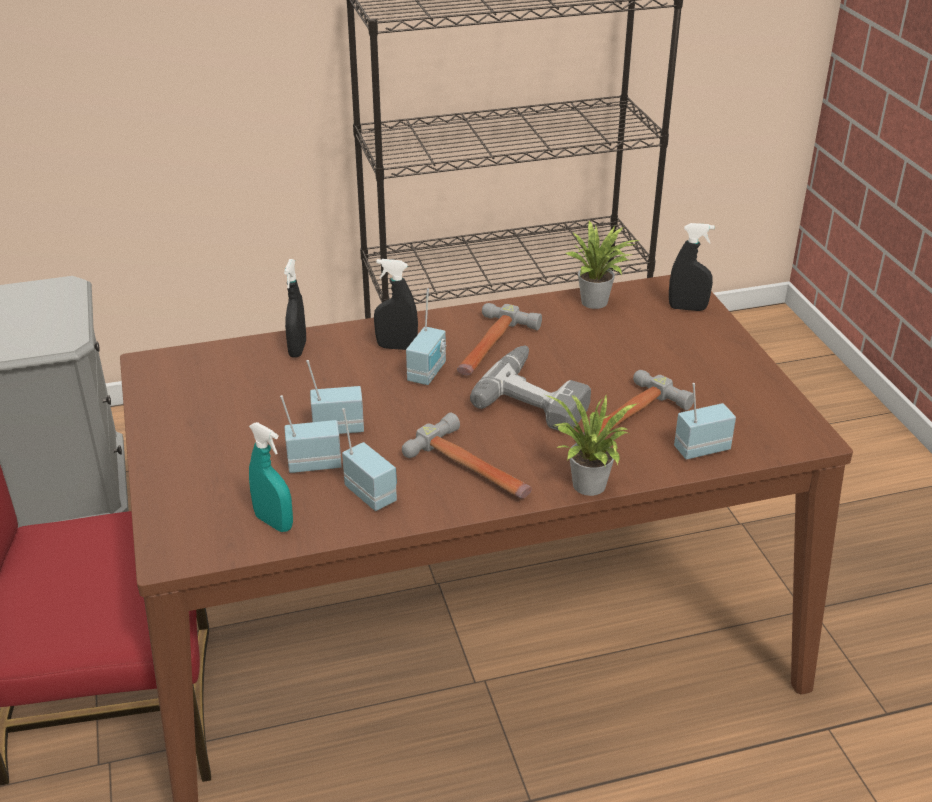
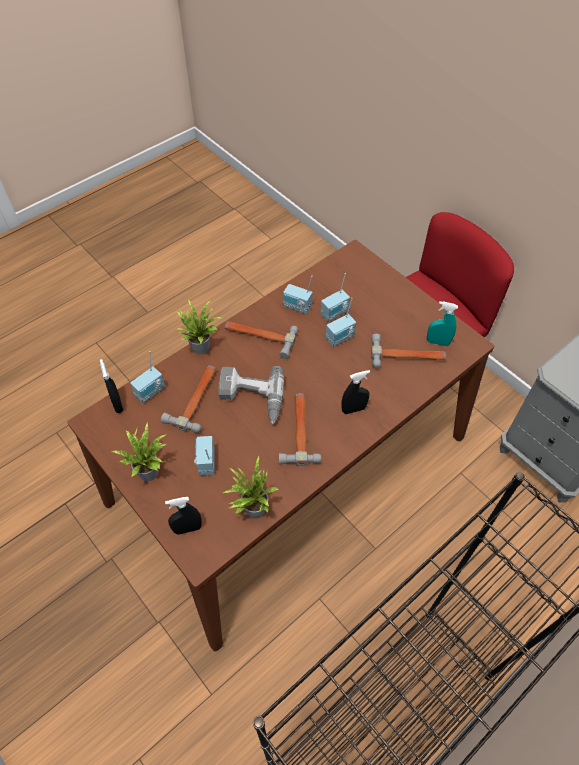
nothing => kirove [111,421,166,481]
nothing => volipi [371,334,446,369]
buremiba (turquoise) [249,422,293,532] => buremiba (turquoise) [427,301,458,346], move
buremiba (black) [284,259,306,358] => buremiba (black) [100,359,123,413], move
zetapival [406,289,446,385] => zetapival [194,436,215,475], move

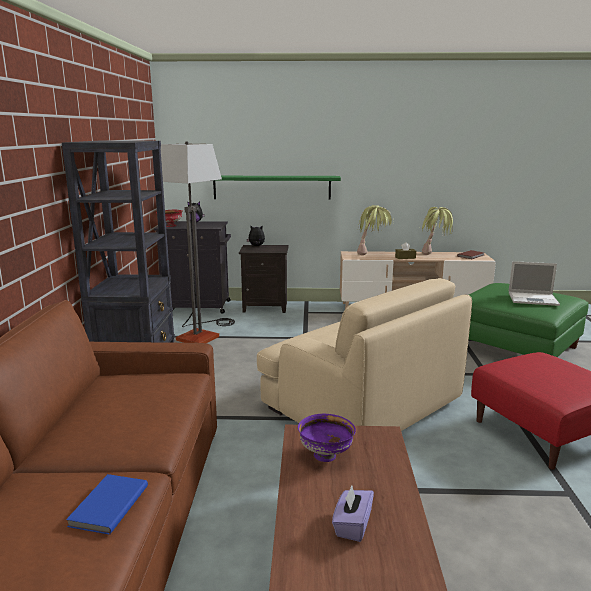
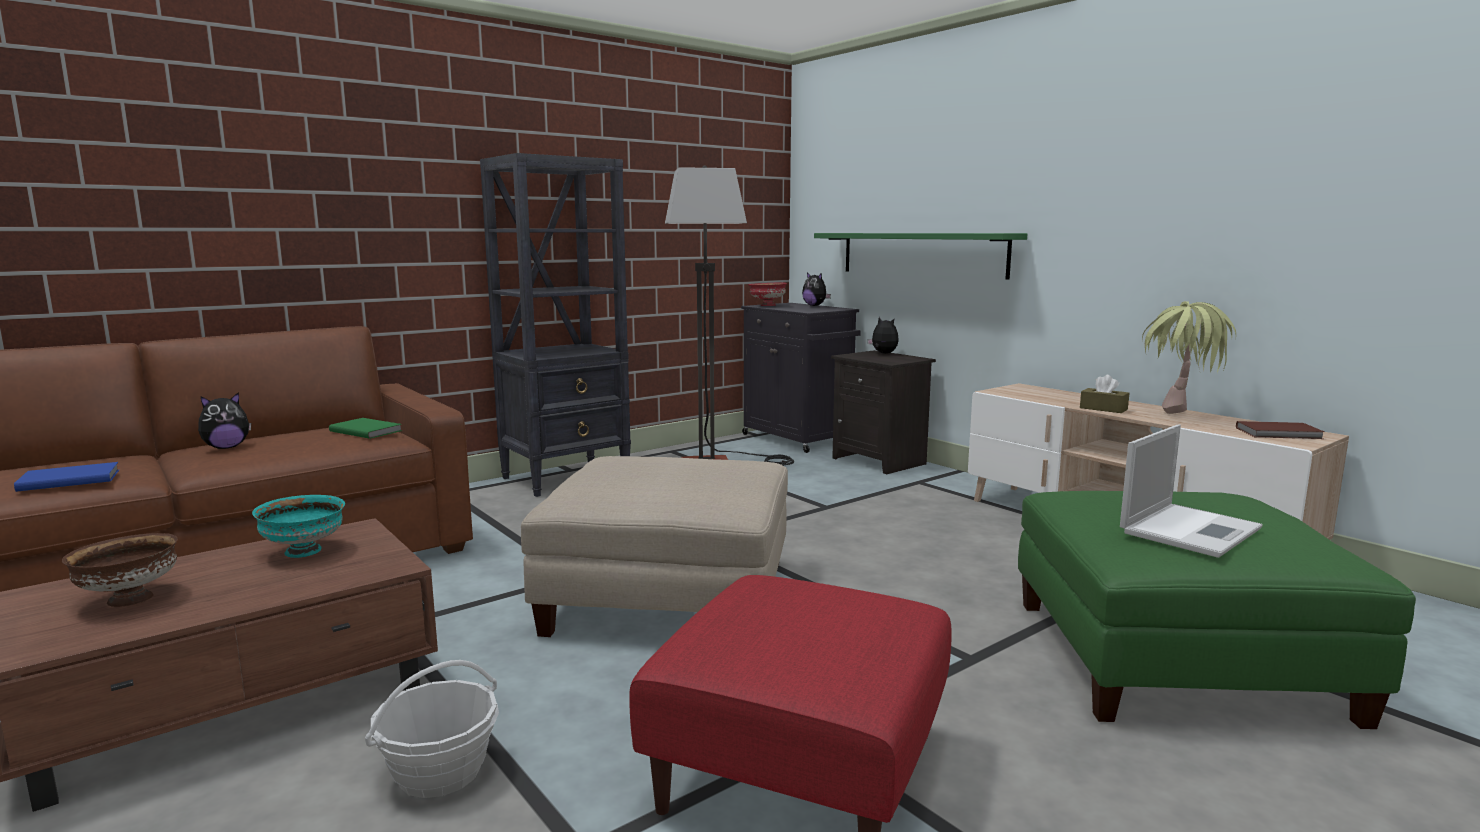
kirove [357,205,394,255] => nothing
nothing => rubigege [198,392,251,449]
nothing => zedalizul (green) [329,418,402,439]
nothing => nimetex [365,660,499,798]
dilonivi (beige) [257,278,472,431] => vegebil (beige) [521,456,788,637]
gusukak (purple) [332,486,374,542] => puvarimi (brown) [62,533,178,607]
puvarimi (purple) [298,414,356,462] => puvarimi (turquoise) [252,495,345,558]
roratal [509,261,560,306] => roratal [1120,425,1263,558], 105 degrees counterclockwise

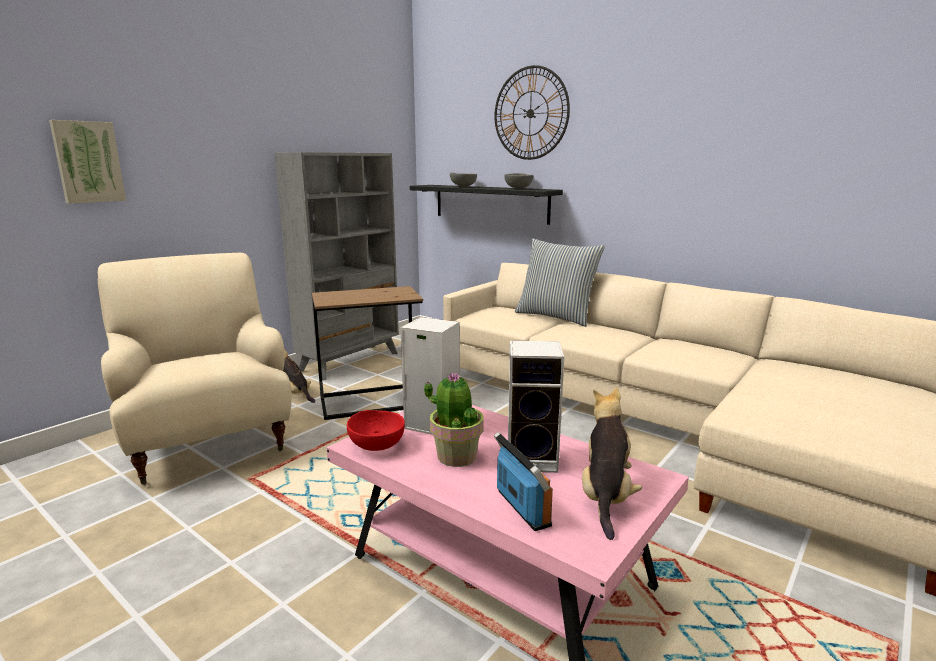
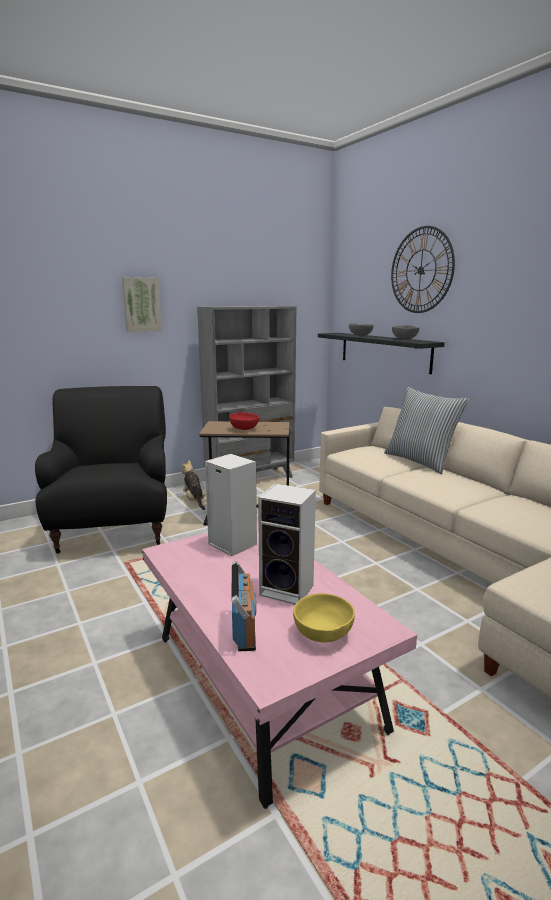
kirove [424,372,484,467] => nothing
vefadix [49,120,126,204] => vefadix [122,277,162,332], move
puvarimi (red) [347,410,405,451] => puvarimi (red) [229,412,259,430], move
rubigege [582,388,642,540] => puvarimi (yellow) [293,593,355,642]
dilonivi (beige) [98,253,292,485] => dilonivi (black) [35,386,167,553]

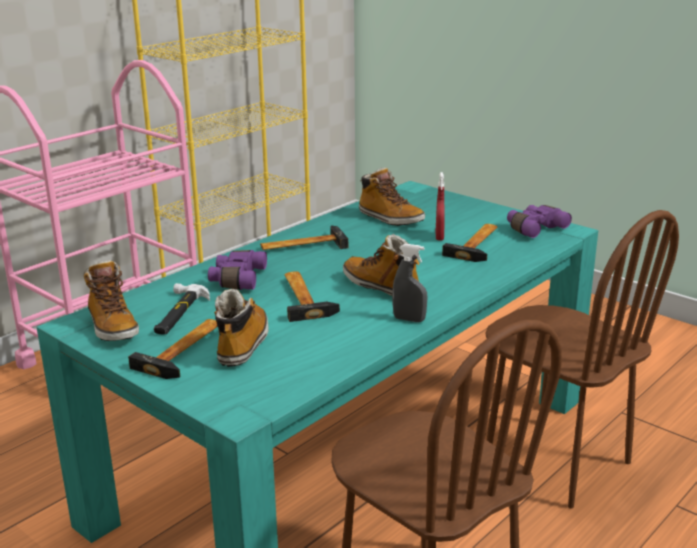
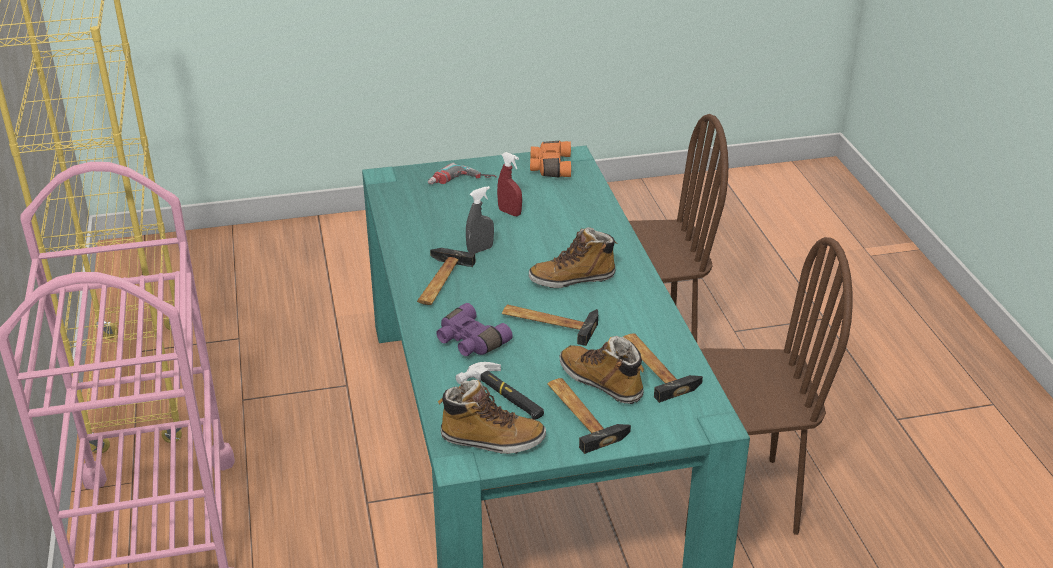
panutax [359,168,425,226] => nothing
nothing => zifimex [428,163,497,184]
buremiba (grey) [392,244,427,322] => buremiba (grey) [466,186,494,253], move
volipi [442,224,497,262] => volipi [624,333,703,403], move
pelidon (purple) [507,205,572,238] => pelidon (orange) [530,141,571,178]

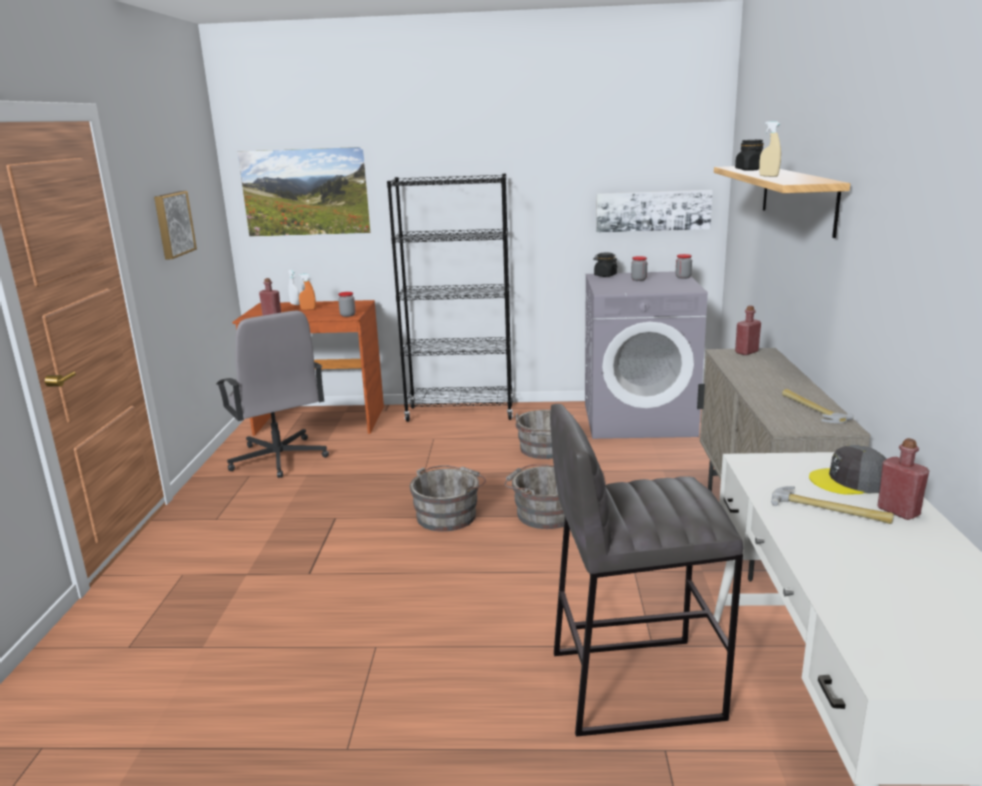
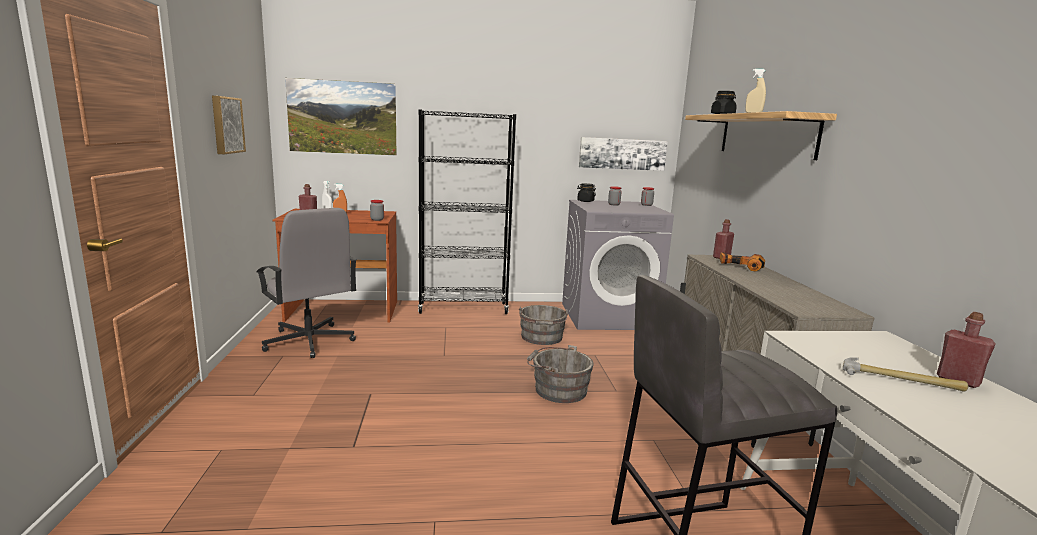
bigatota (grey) [410,465,486,532] => nothing
volipi [782,389,854,423] => nothing
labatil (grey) [809,445,887,495] => nothing
nothing => zifimex [720,252,765,272]

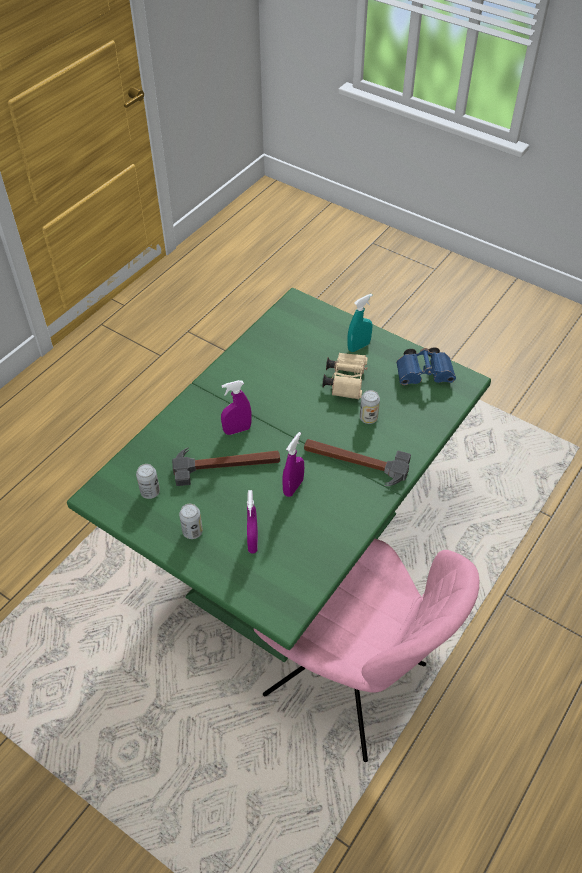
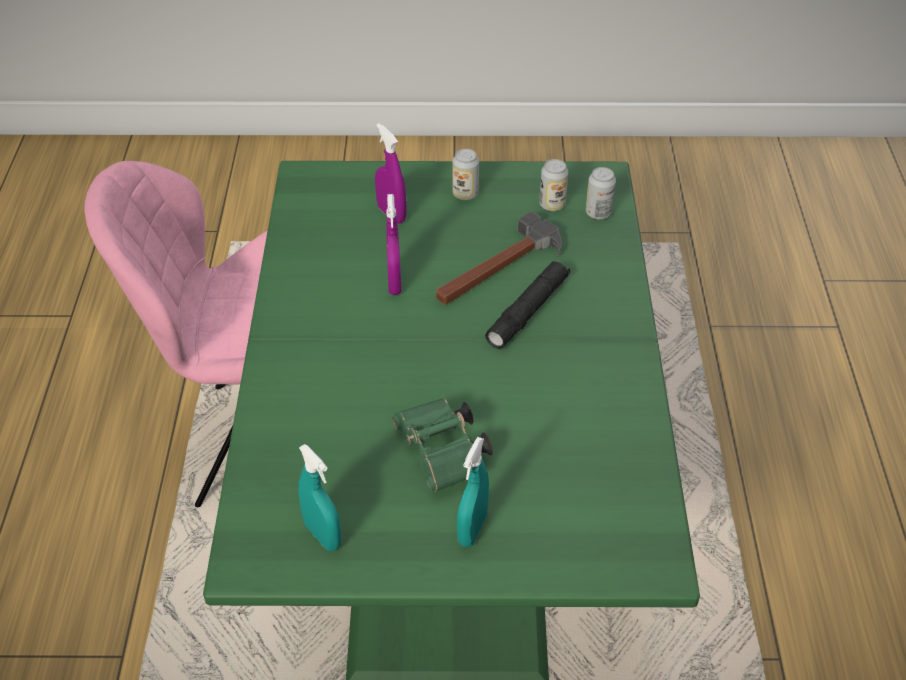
volipi [304,439,411,486] => nothing
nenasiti [360,390,380,424] => nenasiti [586,167,616,219], move
buremiba (purple) [221,380,252,435] => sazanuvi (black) [485,261,570,349]
pelidon (blue) [396,347,456,385] => buremiba (turquoise) [299,444,342,551]
pelidon (beige) [322,353,368,400] => pelidon (green) [392,398,493,492]

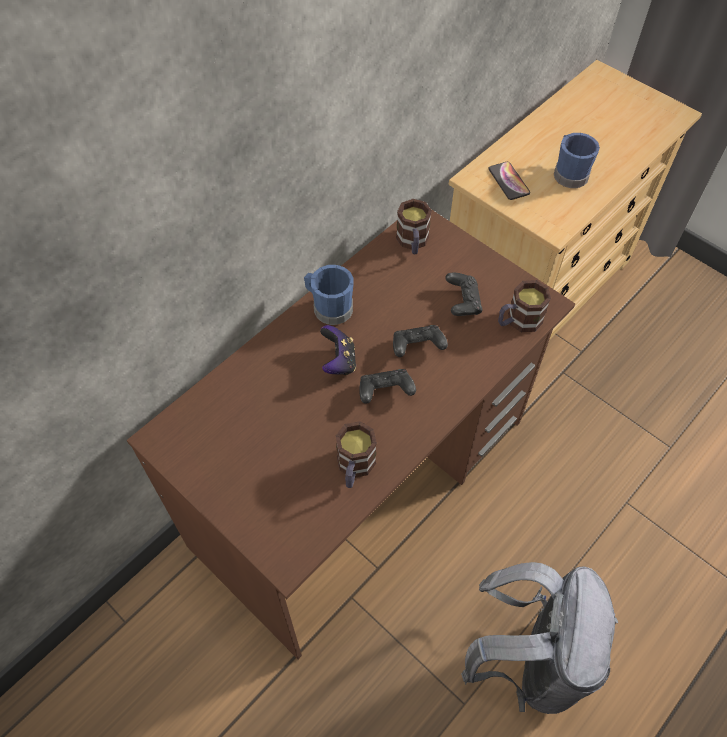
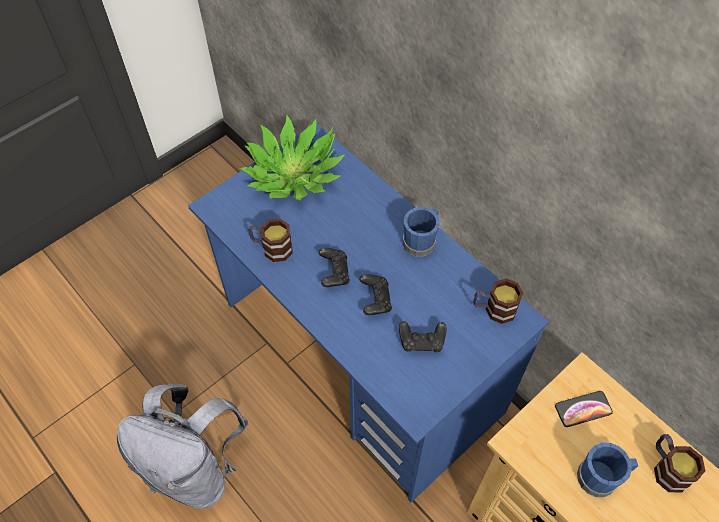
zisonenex [320,325,356,375] => nothing
nothing => kirove [239,114,344,200]
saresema [498,280,551,332] => saresema [654,434,706,493], move
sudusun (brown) [127,209,575,659] => sudusun (blue) [188,123,549,503]

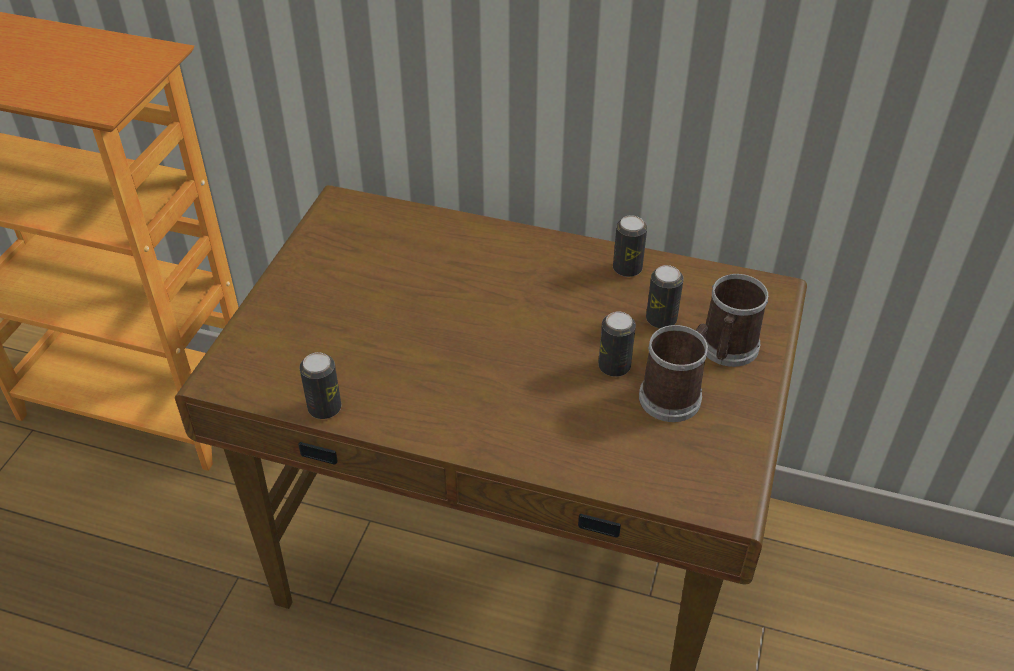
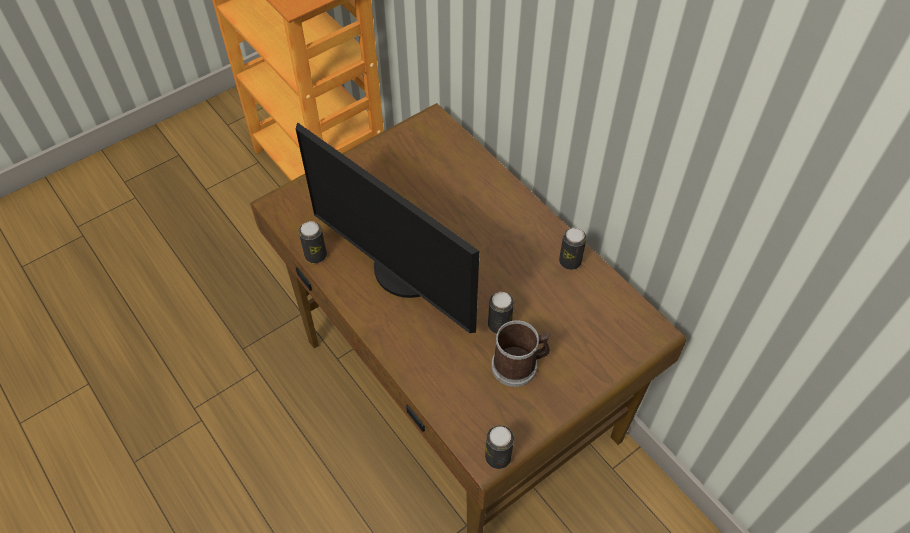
saresema [705,274,768,367] => nothing
nothing => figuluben [296,122,479,333]
nenasiti [646,265,684,328] => nenasiti [485,425,514,469], move

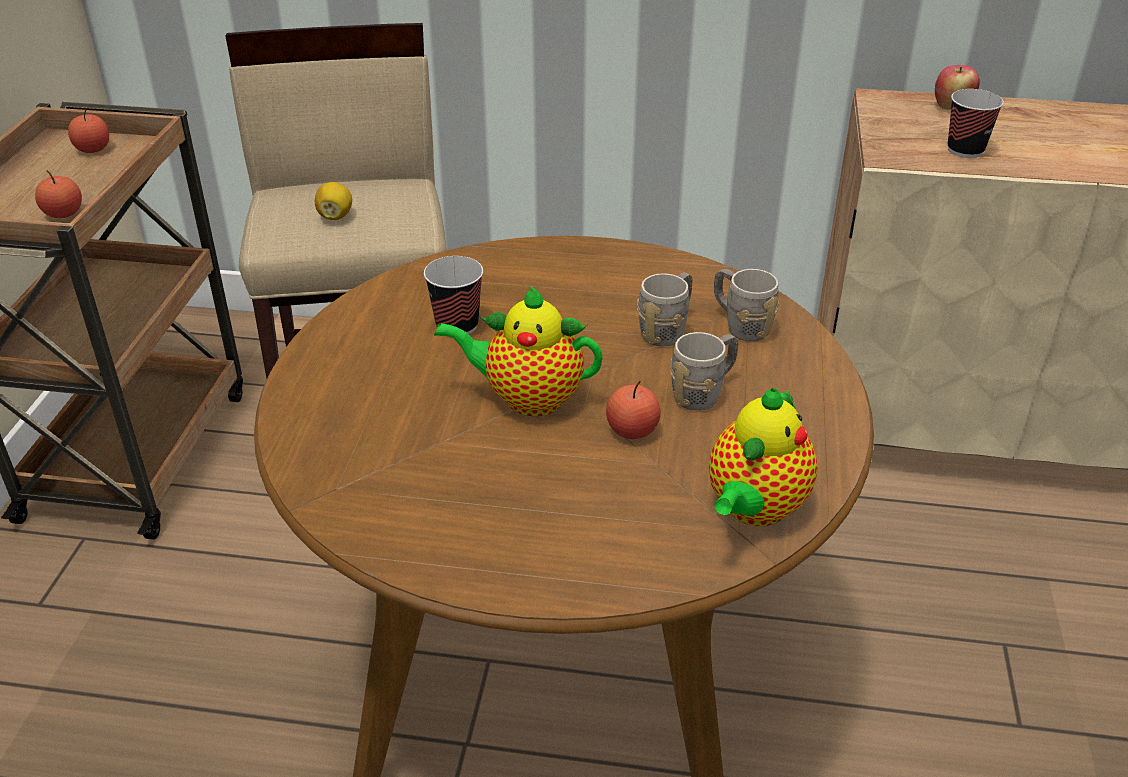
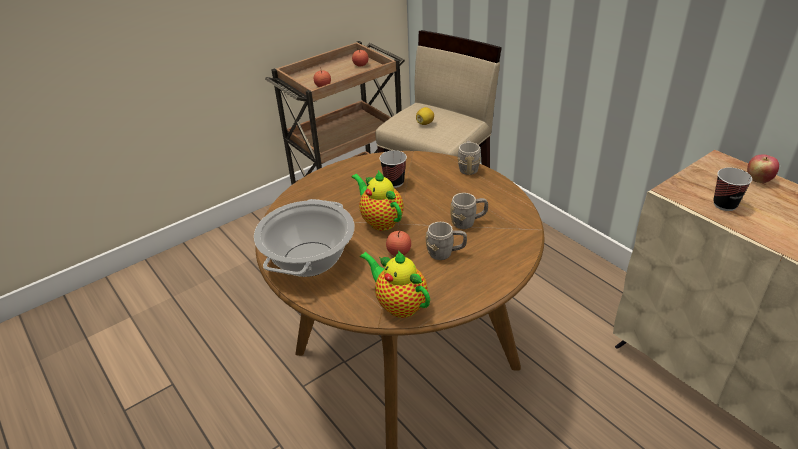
nothing => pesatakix [254,199,355,277]
saresema (grey) [714,269,779,341] => saresema (grey) [458,141,481,175], move
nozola [709,388,818,526] => nozola [360,251,430,318], 60 degrees clockwise

